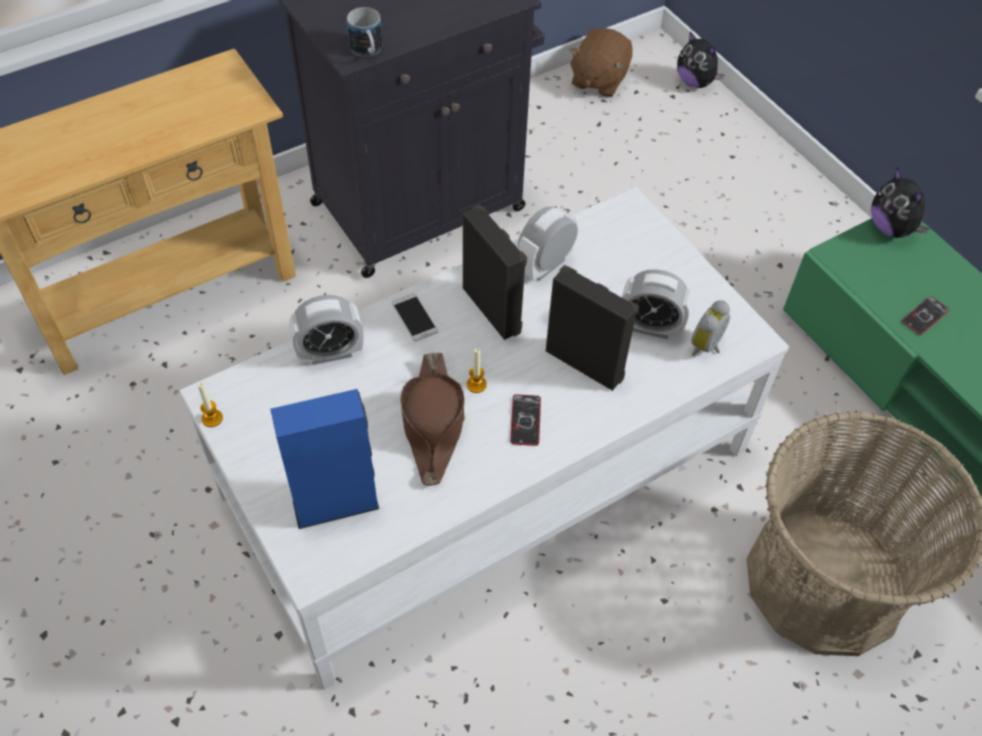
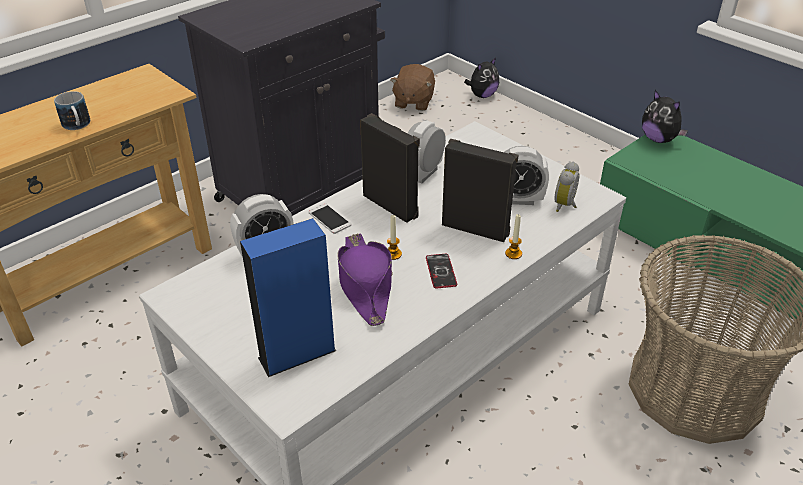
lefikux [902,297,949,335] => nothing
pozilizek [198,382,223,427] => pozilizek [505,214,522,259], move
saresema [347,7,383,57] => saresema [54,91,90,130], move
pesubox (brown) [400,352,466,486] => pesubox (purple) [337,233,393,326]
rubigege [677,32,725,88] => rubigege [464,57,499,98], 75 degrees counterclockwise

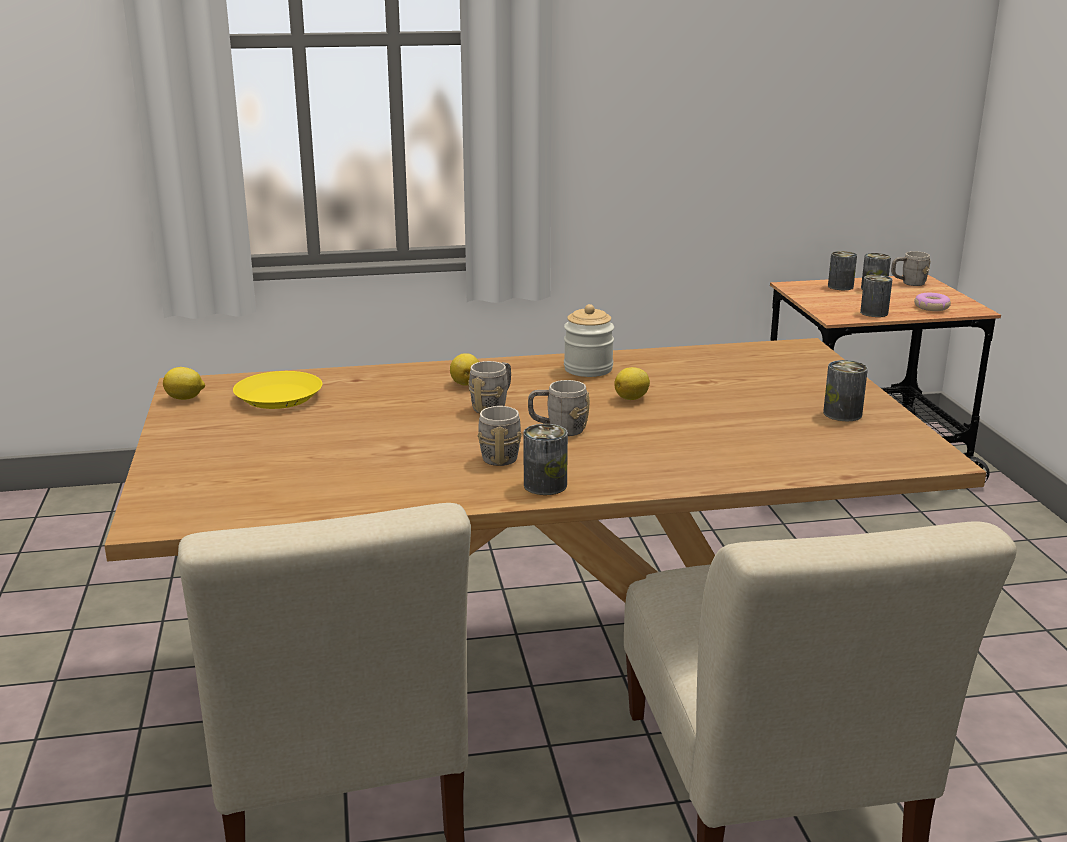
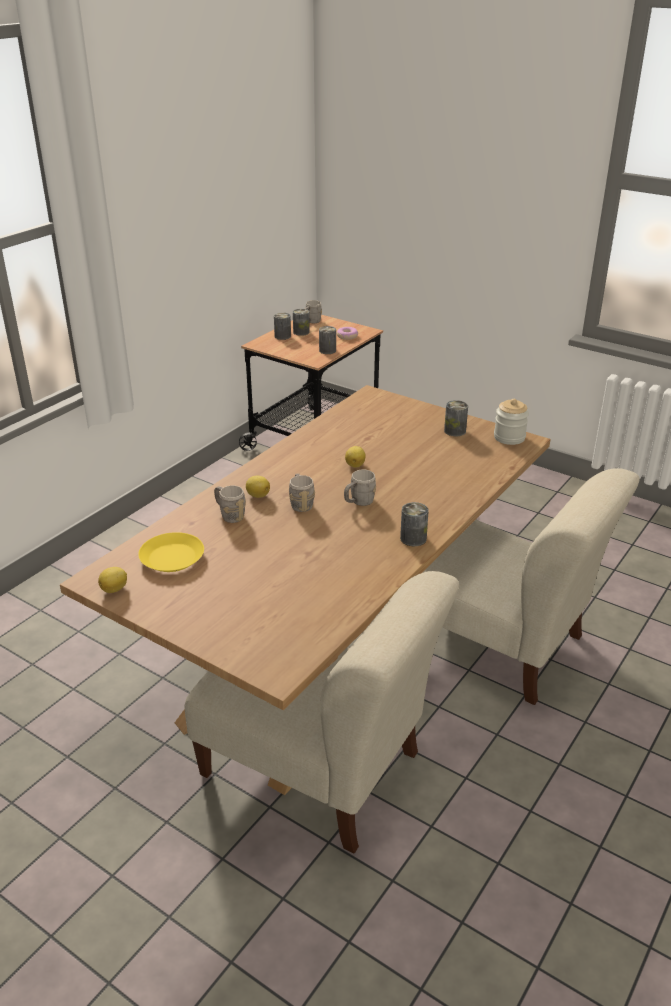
saresema (grey) [478,405,522,466] => saresema (grey) [214,486,246,523], move
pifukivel [564,304,614,377] => pifukivel [494,399,529,445], move

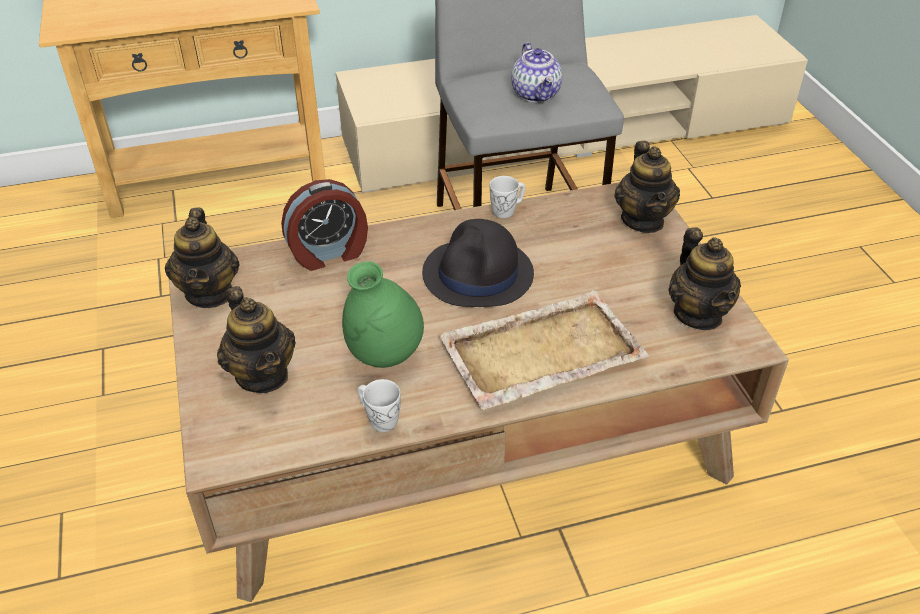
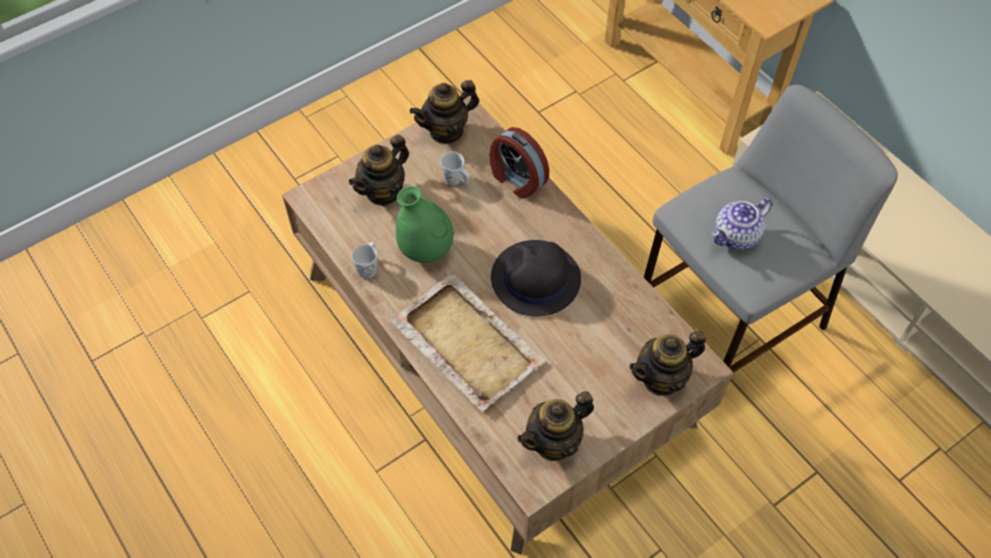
saresema (white) [490,176,525,218] => saresema (white) [440,152,469,185], move

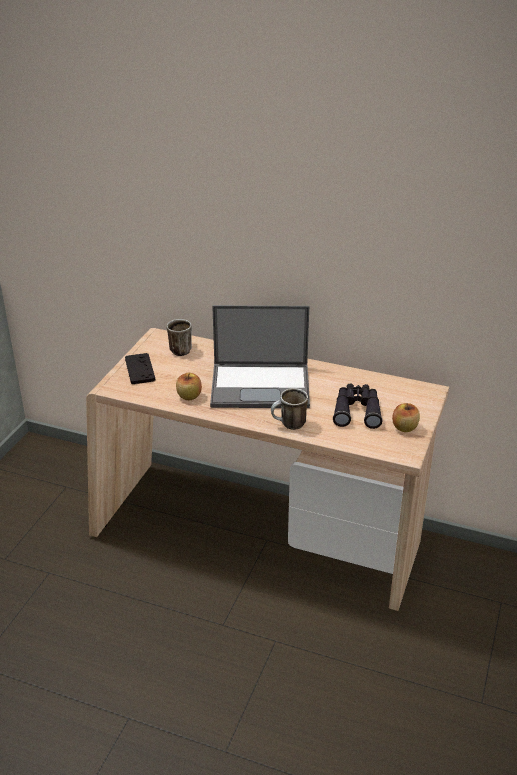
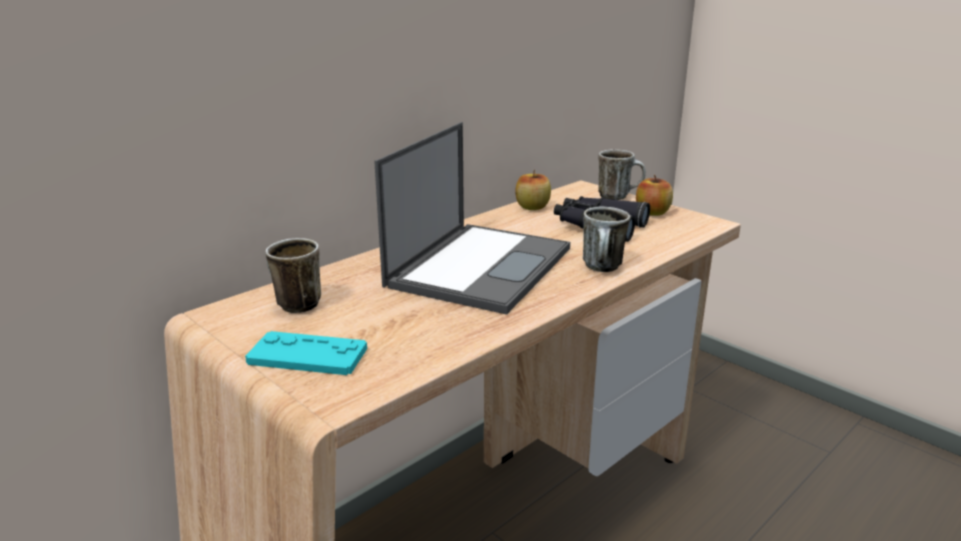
nothing => saresema [598,149,646,200]
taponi [176,373,202,400] => taponi [515,170,551,210], move
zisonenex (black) [125,353,156,384] => zisonenex (turquoise) [245,331,367,375]

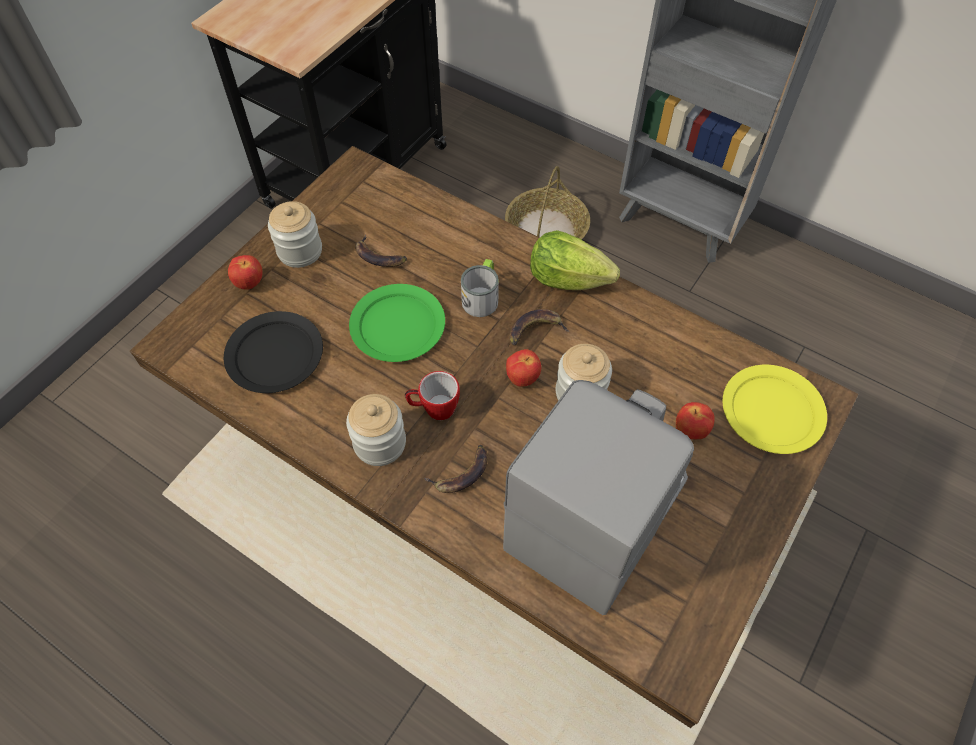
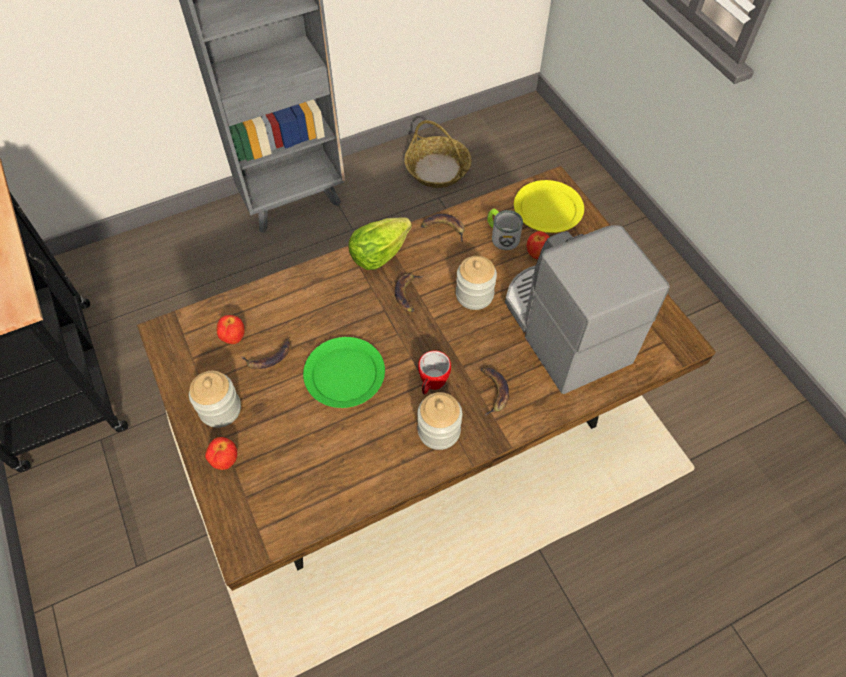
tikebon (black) [224,311,323,393] => nothing
nothing => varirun [421,214,465,242]
saresema [461,259,499,317] => saresema [487,209,523,250], move
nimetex [505,166,590,240] => nimetex [404,120,472,188], move
taponi [506,349,541,387] => taponi [217,315,245,344], move

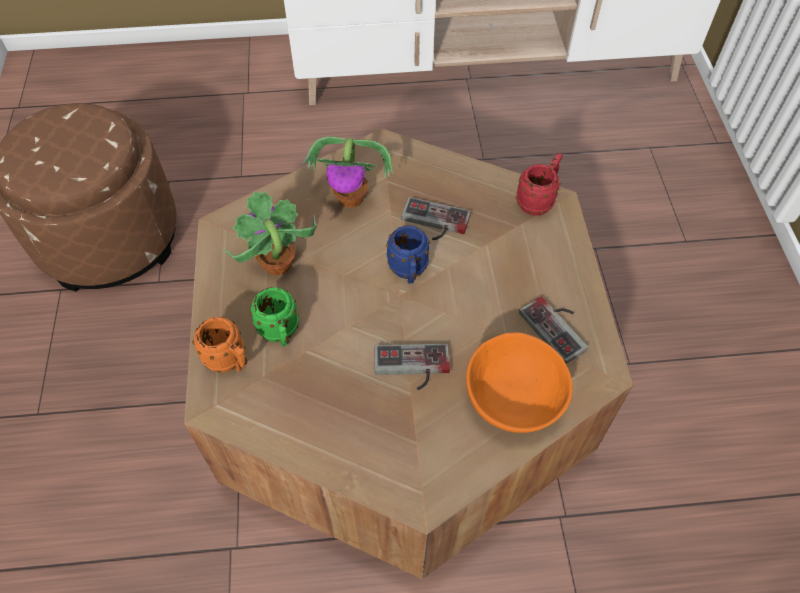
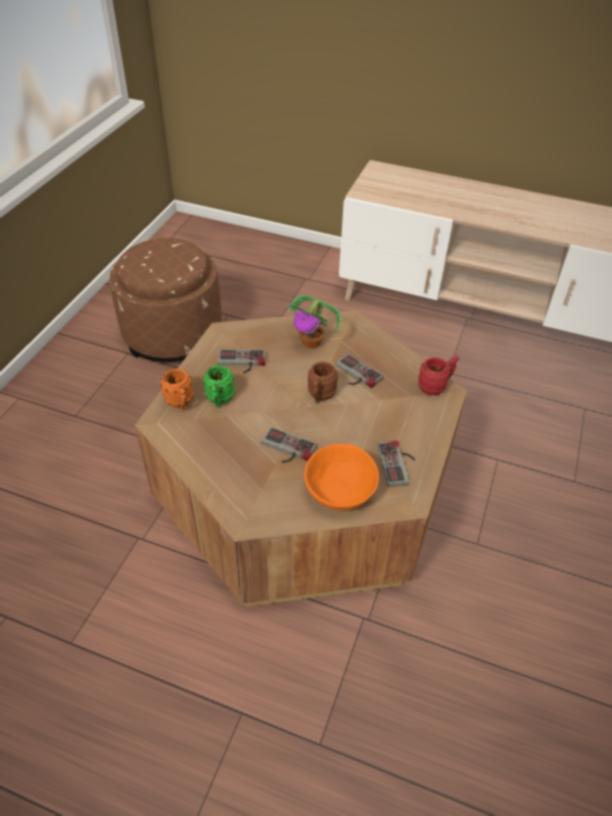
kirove [223,191,317,275] => zisonenex [218,349,266,373]
saresema (blue) [386,225,430,284] => saresema (brown) [308,362,338,403]

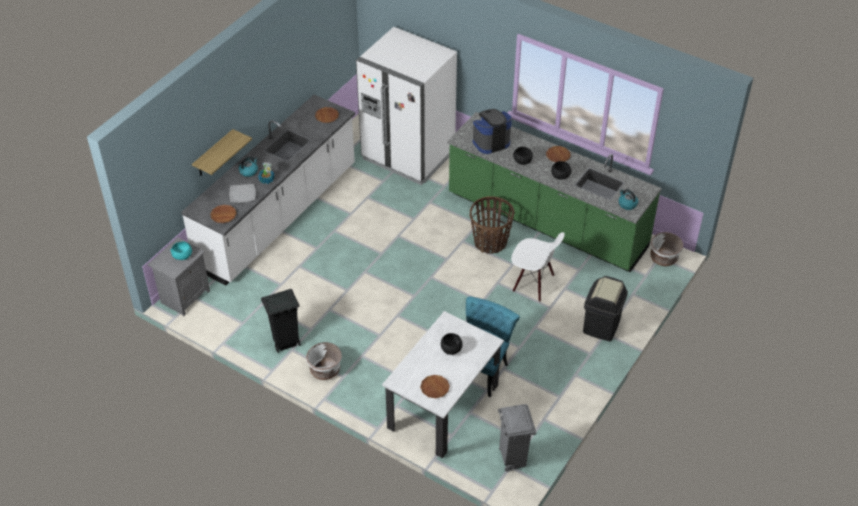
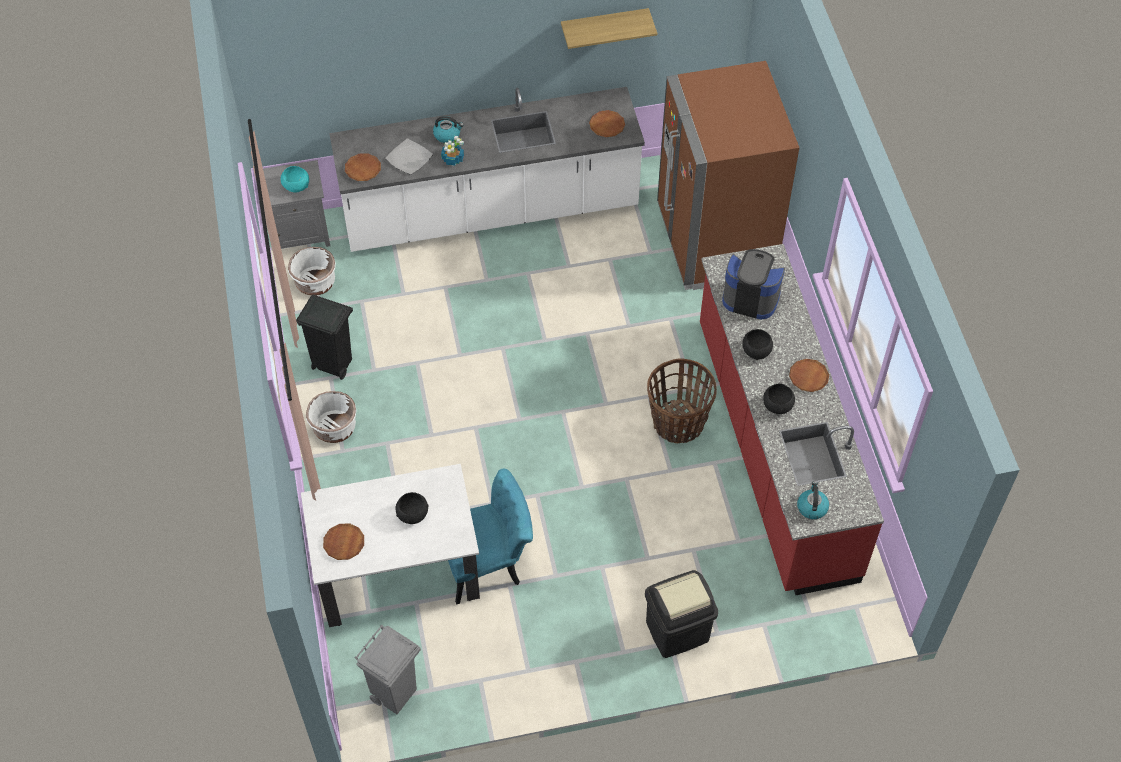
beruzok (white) [511,232,565,302] => nothing
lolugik [192,129,252,176] => lolugik [561,8,657,49], move
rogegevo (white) [650,232,683,266] => rogegevo (white) [288,247,336,296], move
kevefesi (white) [356,27,457,185] => kevefesi (brown) [657,61,799,290]
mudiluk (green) [447,112,662,272] => mudiluk (red) [700,244,884,595]

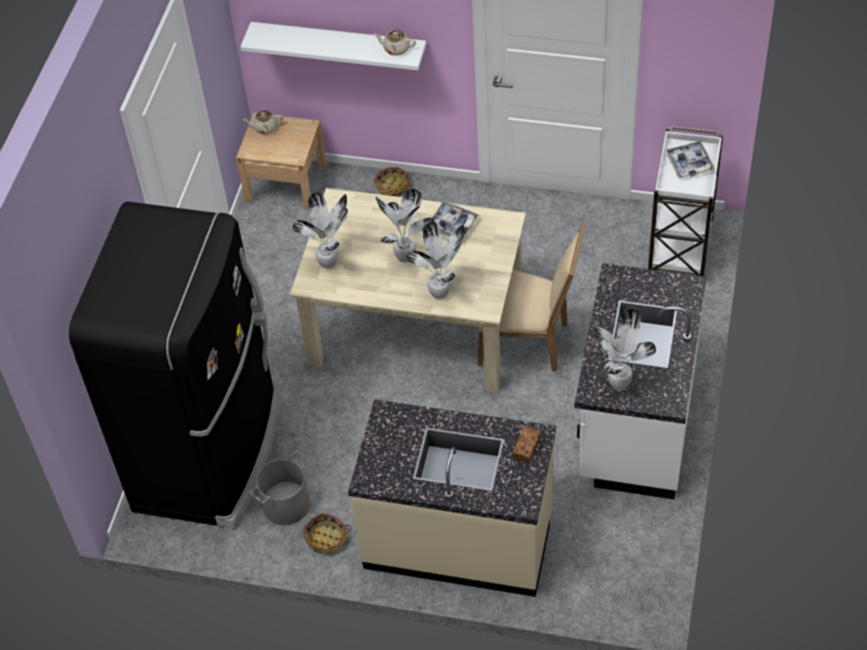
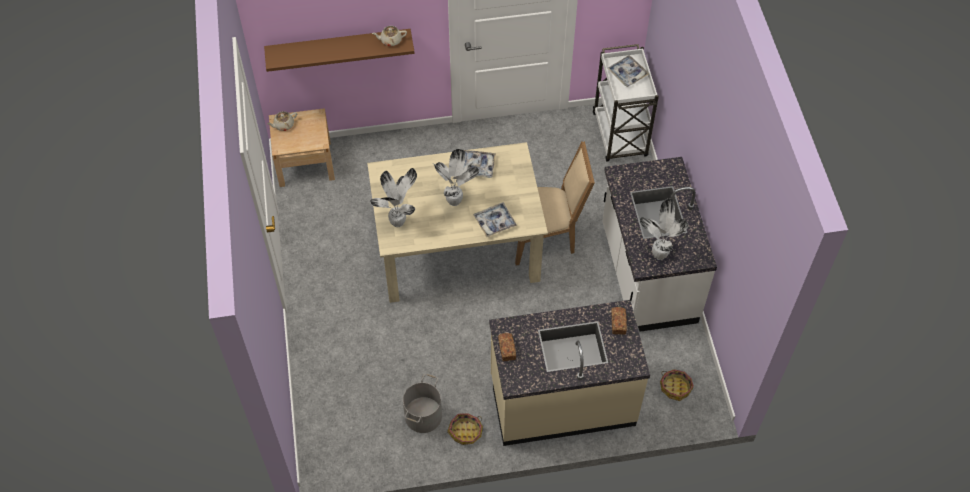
kevefesi (black) [69,201,278,529] => nothing
nothing => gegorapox [498,333,516,361]
nimetex [374,167,412,197] => nimetex [660,369,694,401], move
kirove [406,222,465,299] => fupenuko [474,202,517,237]
lolugik (white) [240,22,426,70] => lolugik (brown) [264,29,415,72]

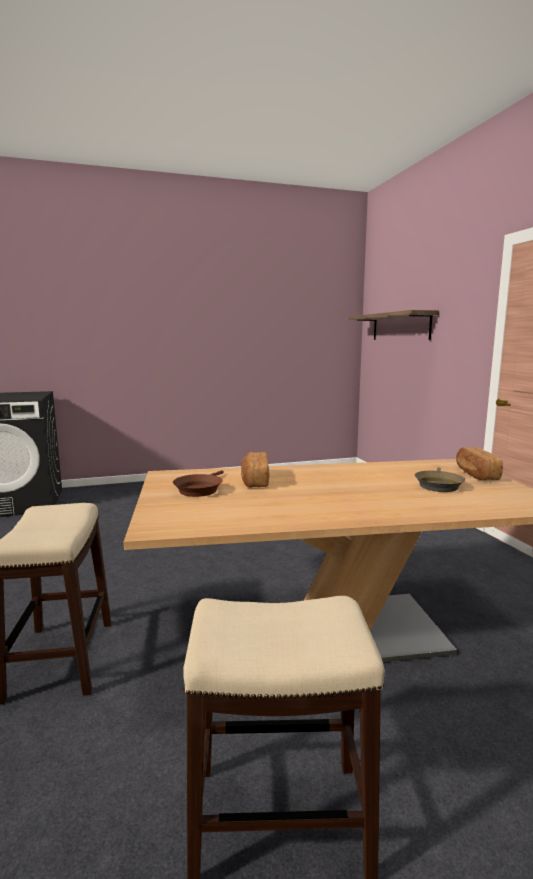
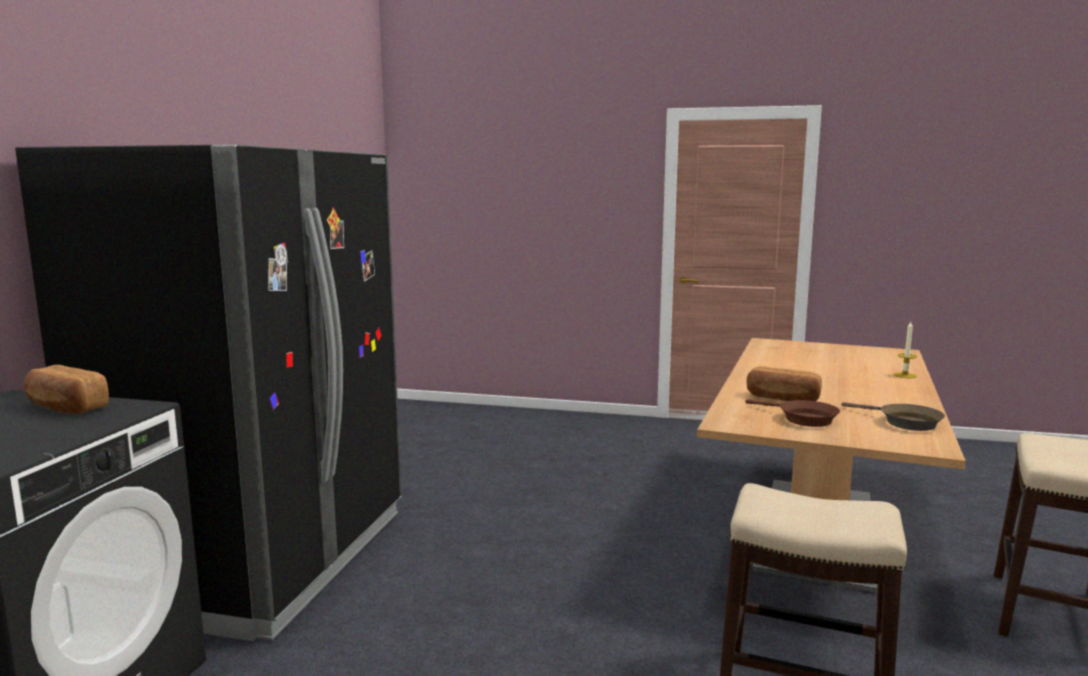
lolugik [348,310,439,340] => nothing
nothing => kevefesi (black) [15,145,402,641]
nothing => pozilizek [894,322,917,378]
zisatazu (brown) [415,467,465,492] => zisatazu (brown) [842,402,945,431], move
gegorapox [456,447,503,481] => gegorapox [23,365,109,414], move

